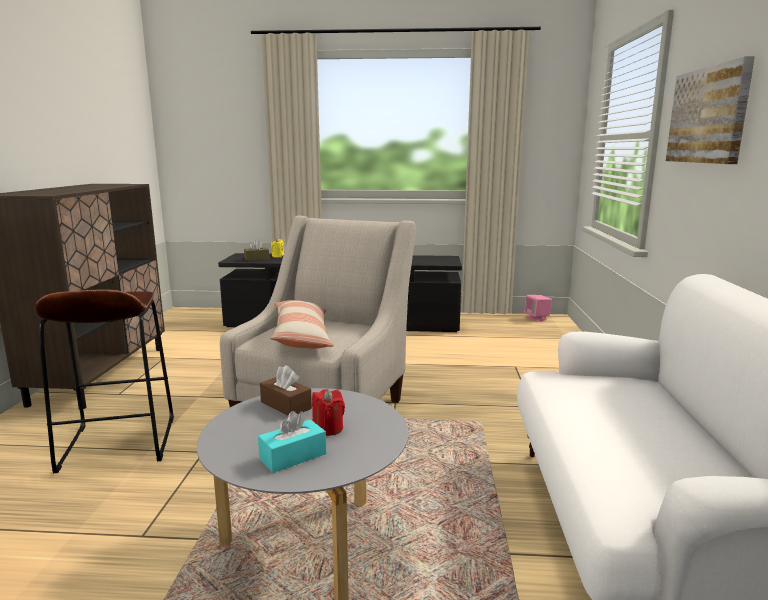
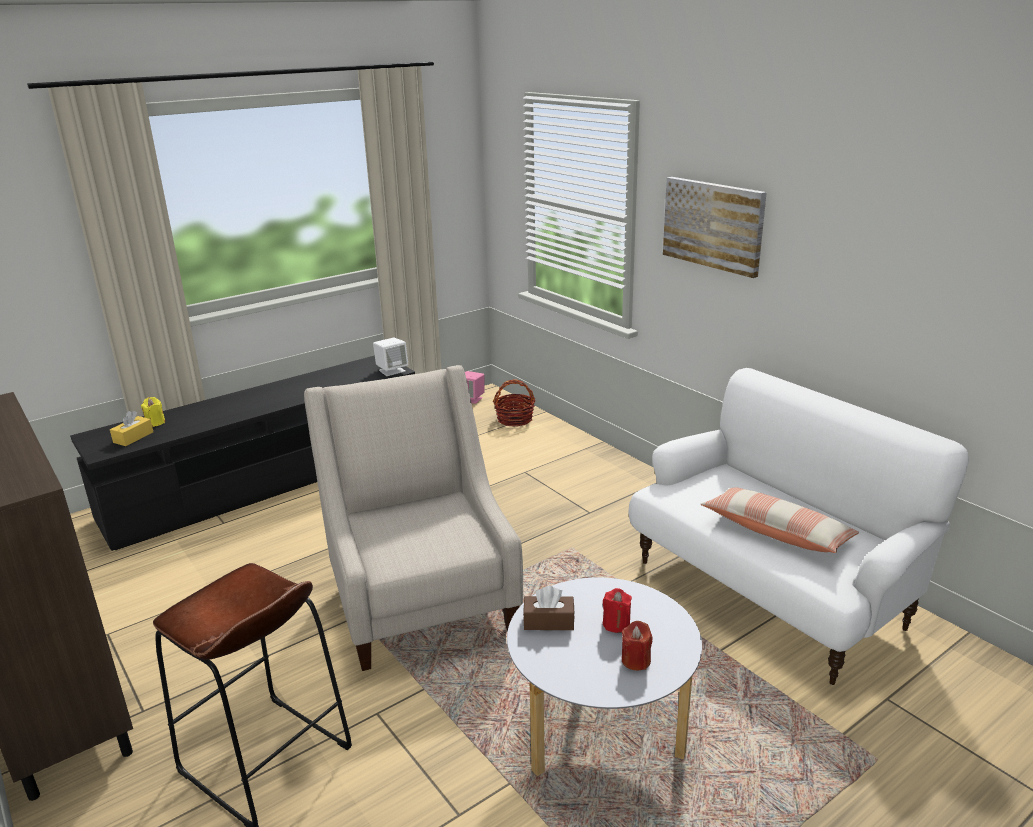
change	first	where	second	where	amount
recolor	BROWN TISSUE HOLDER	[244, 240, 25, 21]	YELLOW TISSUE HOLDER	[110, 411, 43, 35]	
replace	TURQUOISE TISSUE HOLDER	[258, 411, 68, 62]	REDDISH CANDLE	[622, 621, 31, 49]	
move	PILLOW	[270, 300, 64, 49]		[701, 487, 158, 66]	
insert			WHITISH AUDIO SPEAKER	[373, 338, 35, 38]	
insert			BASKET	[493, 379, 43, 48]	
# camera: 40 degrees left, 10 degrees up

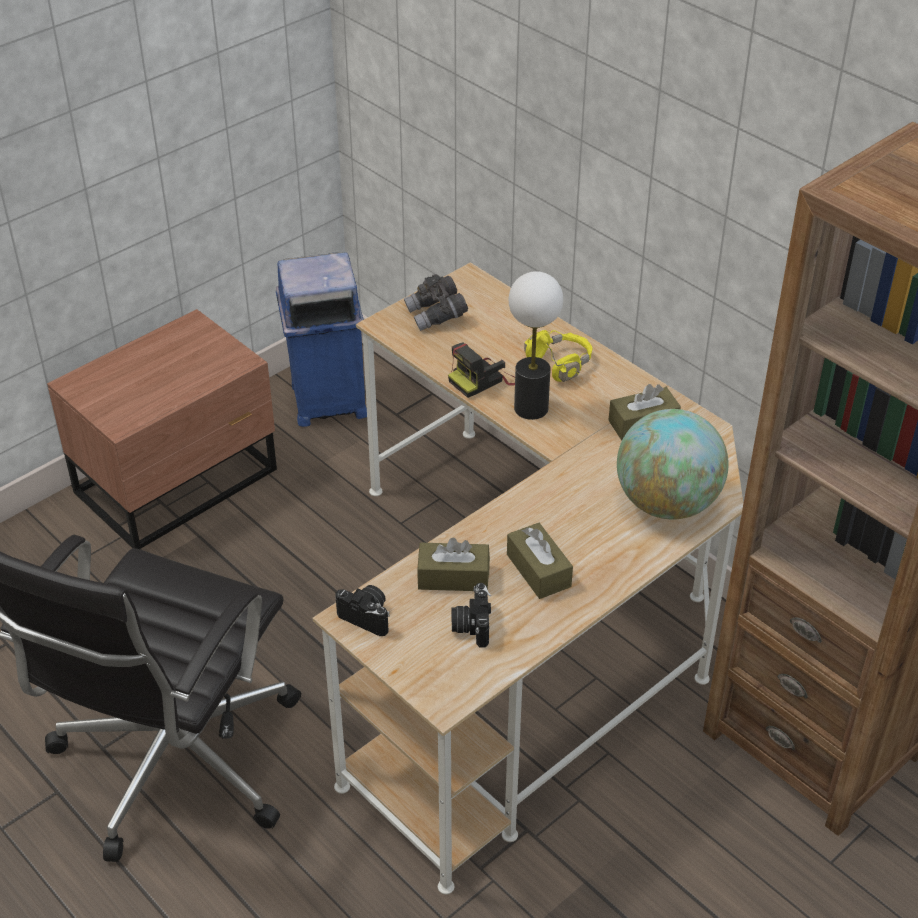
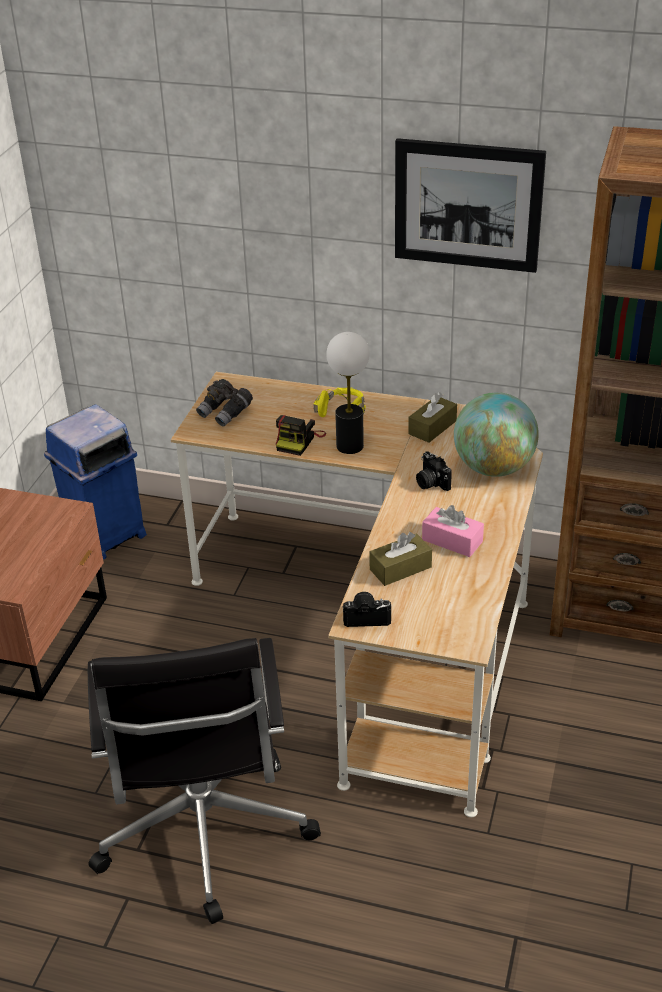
change	first	where	second	where	amount
move	STILL CAMERA	[452, 583, 39, 64]		[416, 451, 36, 40]	
recolor	BROWN TISSUE HOLDER	[507, 523, 66, 76]	PINK TISSUE HOLDER	[422, 505, 62, 52]	
insert			WALL PICTURE	[395, 138, 151, 135]	
# camera: 30 degrees left, 5 degrees down

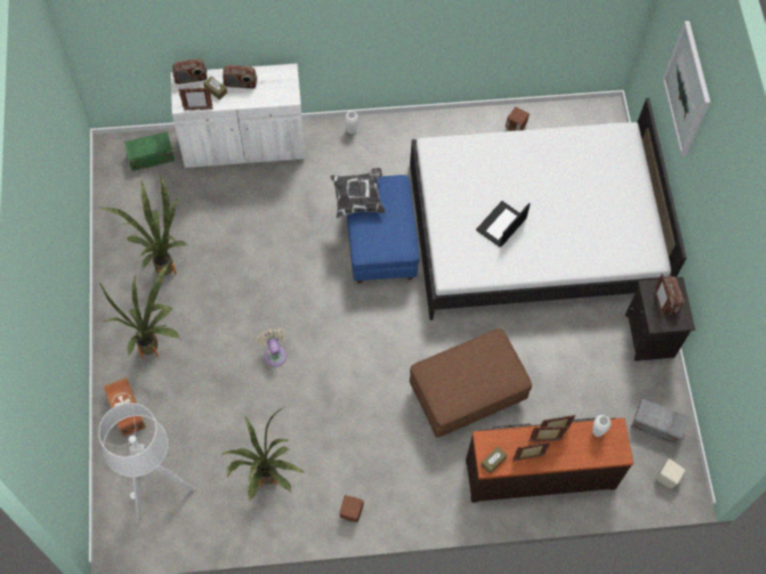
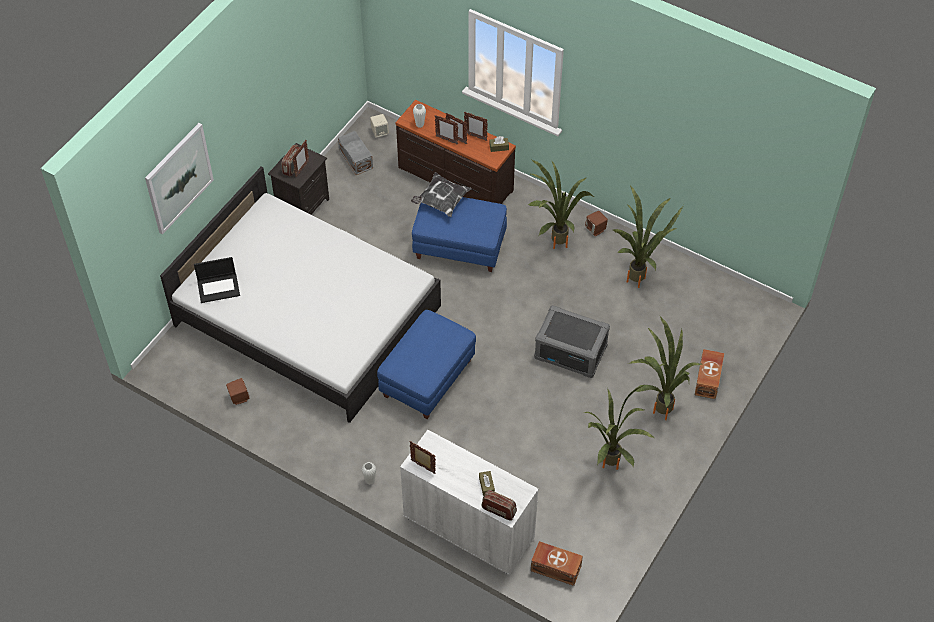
change	first	where	second	where	amount
delete	GREY STANDING LAMP	[98, 403, 97, 120]			
recolor	GREEN STORAGE CONTAINER	[124, 132, 51, 39]	BROWN STORAGE CONTAINER	[531, 541, 52, 45]	
move	STANDING FRAME	[178, 87, 35, 24]		[410, 441, 26, 33]	
delete	RADIO RECEIVER	[223, 65, 34, 24]			
replace	BEIGE COOLING FAN	[257, 328, 30, 39]	GREY STORAGE CONTAINER	[534, 305, 76, 73]	
move	PILLOW	[330, 168, 56, 50]		[411, 172, 61, 45]	
recolor	BROWN OTTOMAN	[409, 328, 123, 110]	BLUISH OTTOMAN	[412, 197, 95, 75]	
move	NOTEBOOK COMPUTER	[476, 201, 54, 46]		[194, 257, 46, 46]	
insert			PLANT IN A POT	[528, 159, 66, 90]	
# camera: 140 degrees left, 10 degrees down

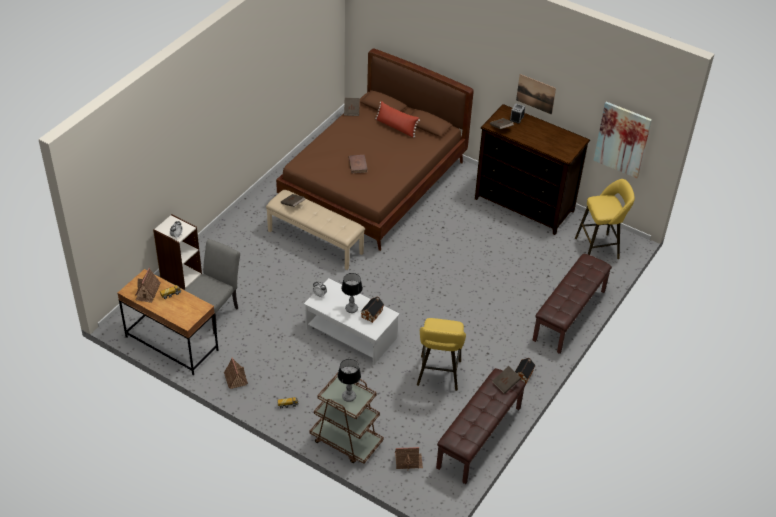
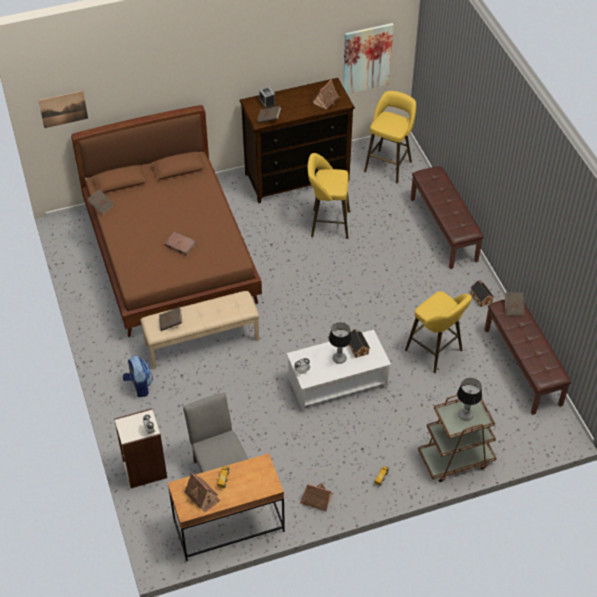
change	first	where	second	where	amount
delete	REDDISH PILLOW	[375, 101, 45, 37]			
move	MODEL HOUSE	[395, 447, 28, 24]		[312, 80, 28, 30]	
move	WALL PICTURE	[516, 74, 40, 41]		[38, 91, 50, 37]	
insert			KNAPSACK	[123, 355, 30, 42]	
insert			YELLOW SITTING STOOL	[308, 153, 42, 86]	
# camera: 50 degrees left, 5 degrees up

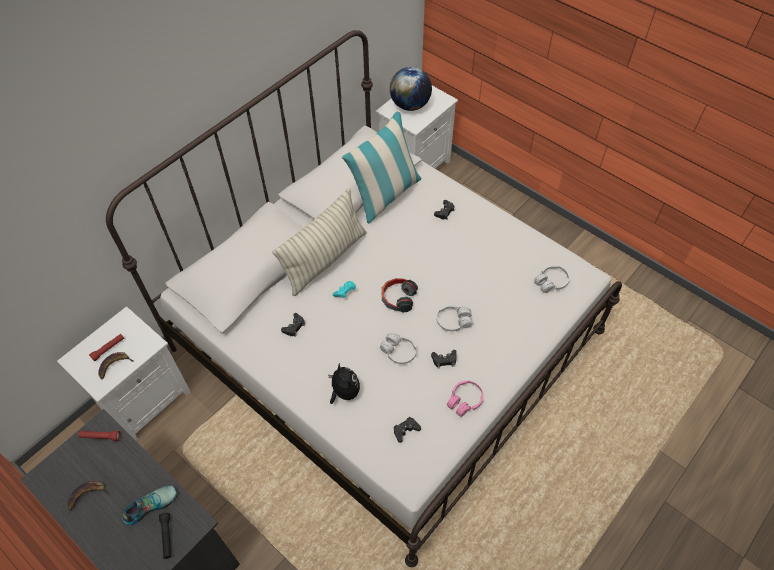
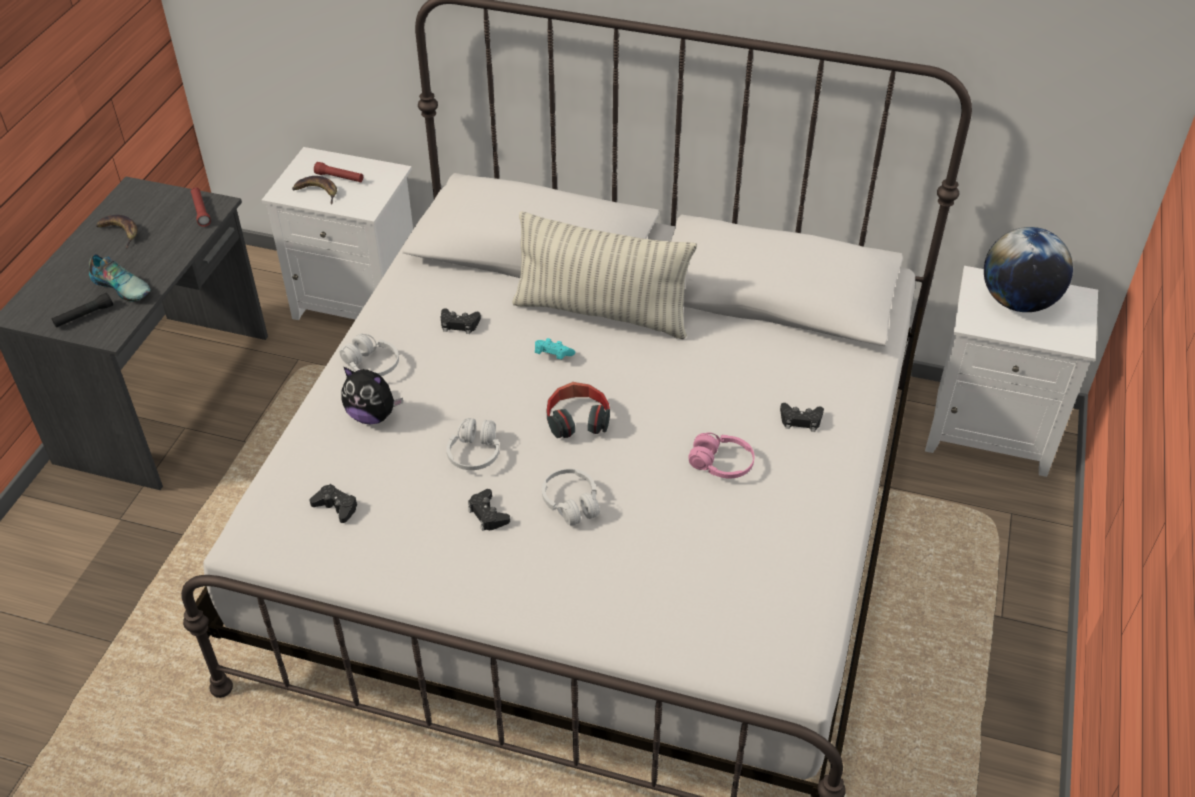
change	first	where	second	where	amount
rotate	CUDDLY TOY	[328, 363, 32, 41]		[341, 366, 62, 58]	75 degrees clockwise
delete	PILLOW	[342, 111, 79, 112]			
move	PINK PAIR OF HEADPHONES	[447, 381, 36, 36]		[688, 432, 67, 46]	
move	WHITISH PAIR OF HEADPHONES	[534, 265, 35, 28]		[340, 334, 59, 42]	
# camera: 65 degrees right, 10 degrees down

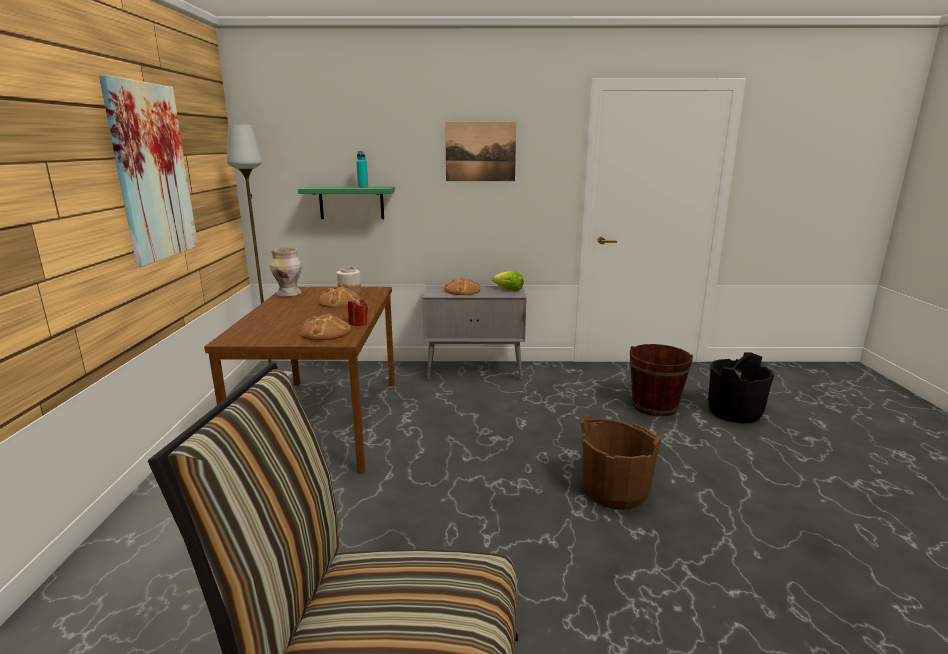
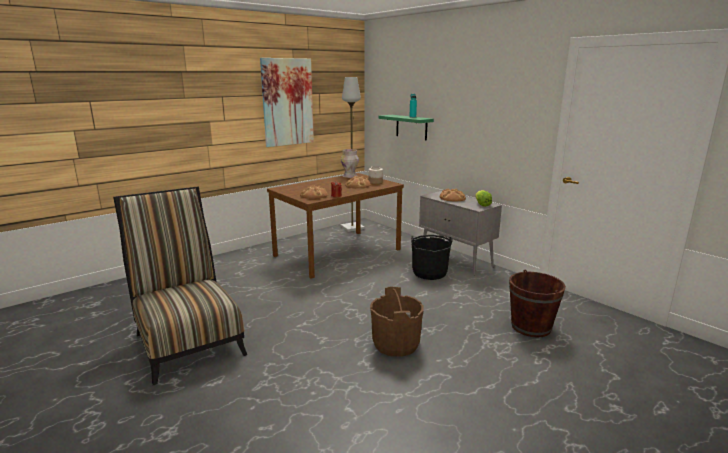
change	first	where	second	where	amount
delete	WALL PICTURE	[445, 122, 71, 59]			
move	BLACKISH PAIL	[708, 352, 66, 72]		[411, 235, 41, 45]	
# camera: 50 degrees right, 0 degrees up

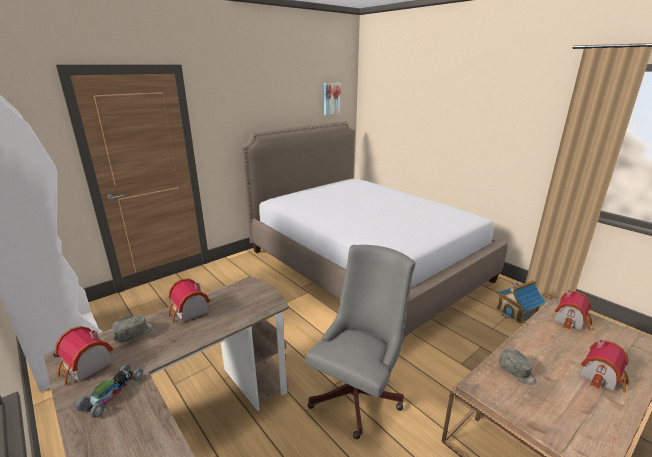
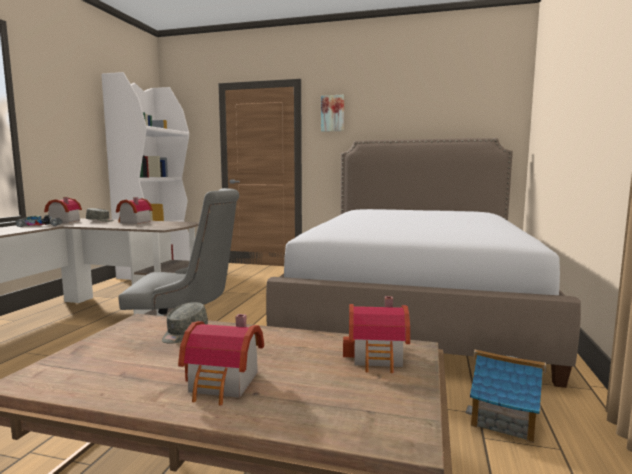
change	first	where	second	where	amount
move	WALL PICTURE	[324, 83, 17, 32]		[321, 95, 23, 37]	
# camera: 55 degrees right, 15 degrees down

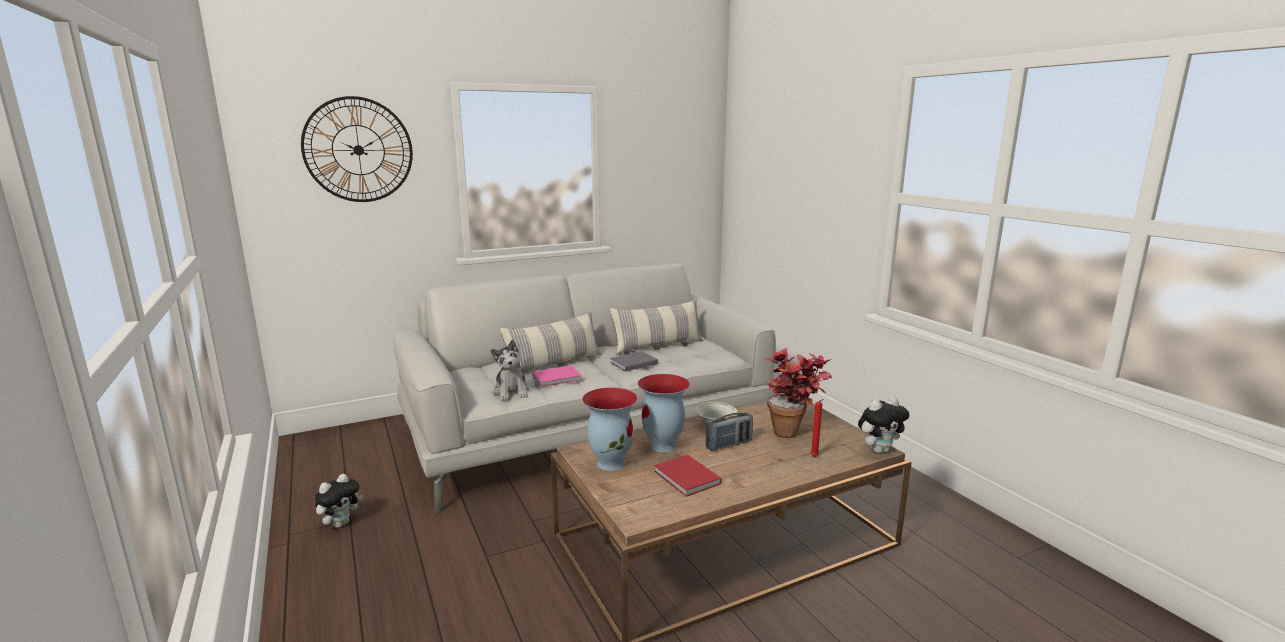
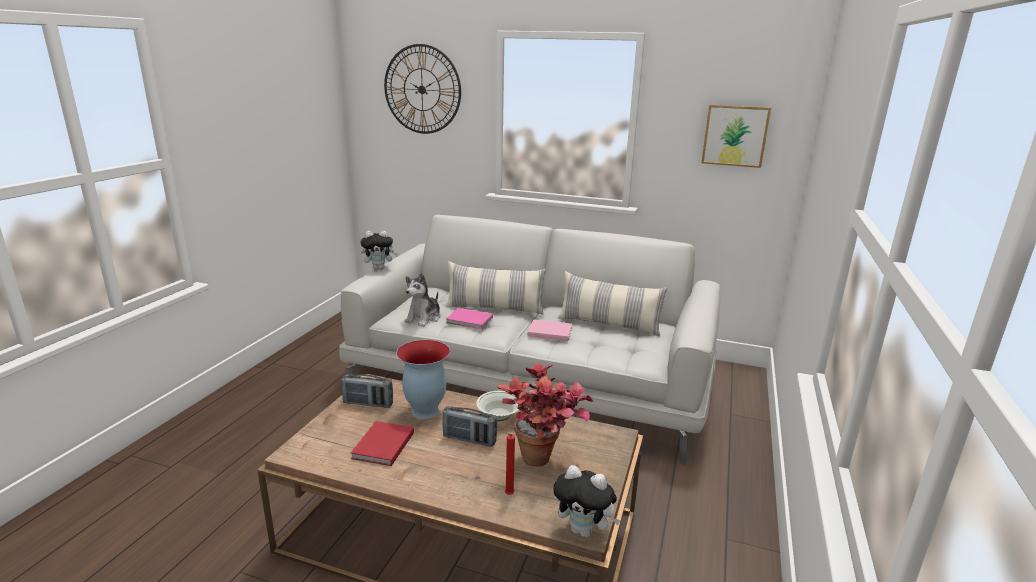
change	first	where	second	where	amount
move	CUDDLY TOY	[315, 474, 47, 54]		[360, 231, 38, 39]	
replace	VASE	[582, 387, 56, 84]	RADIO RECEIVER	[341, 374, 52, 34]	
recolor	GREY BOOK	[610, 351, 48, 20]	PINK BOOK	[528, 319, 44, 22]	
insert			WALL PICTURE	[701, 105, 70, 63]	
# camera: 45 degrees right, 5 degrees up

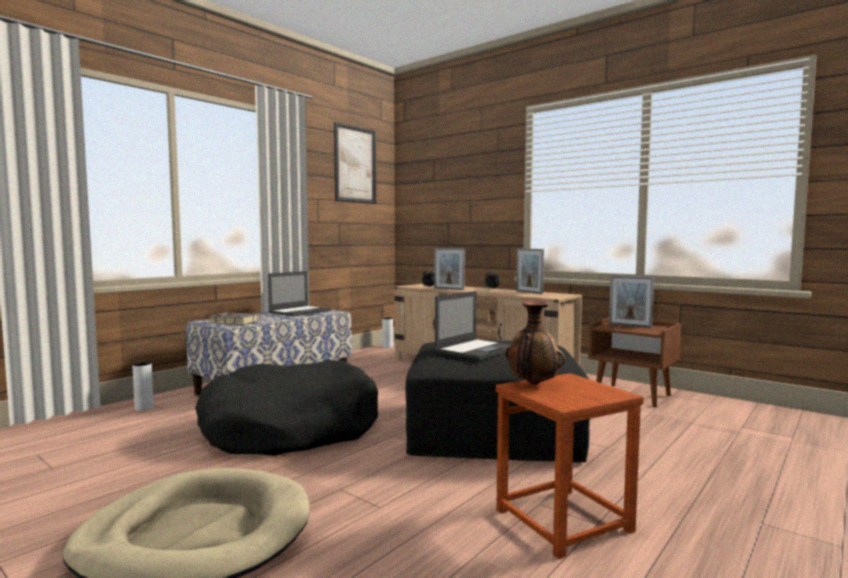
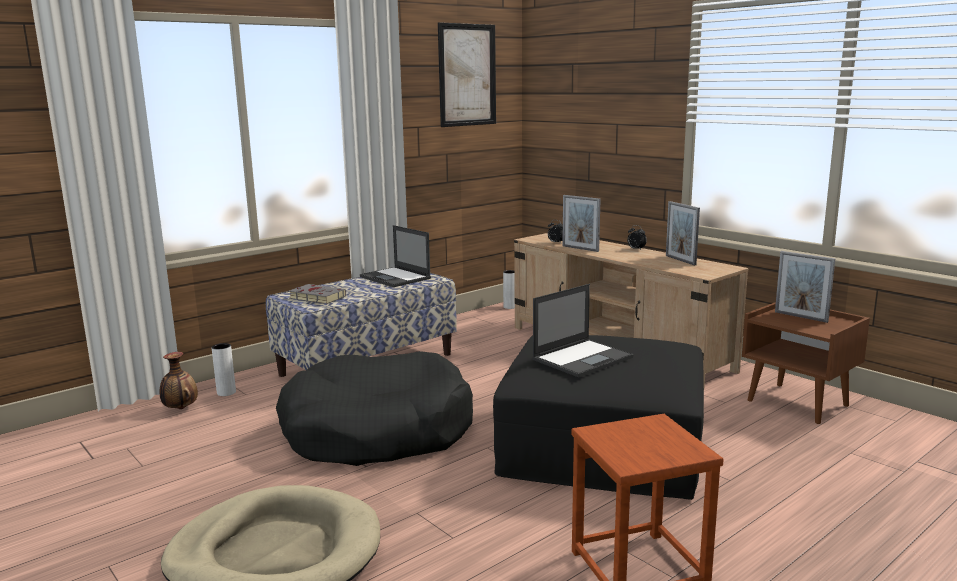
change	first	where	second	where	amount
rotate	NOTEBOOK COMPUTER	[268, 271, 64, 45]		[360, 225, 71, 62]	90 degrees clockwise
move	VASE	[505, 301, 60, 84]		[160, 352, 38, 57]	
# camera: 10 degrees right, 10 degrees up

